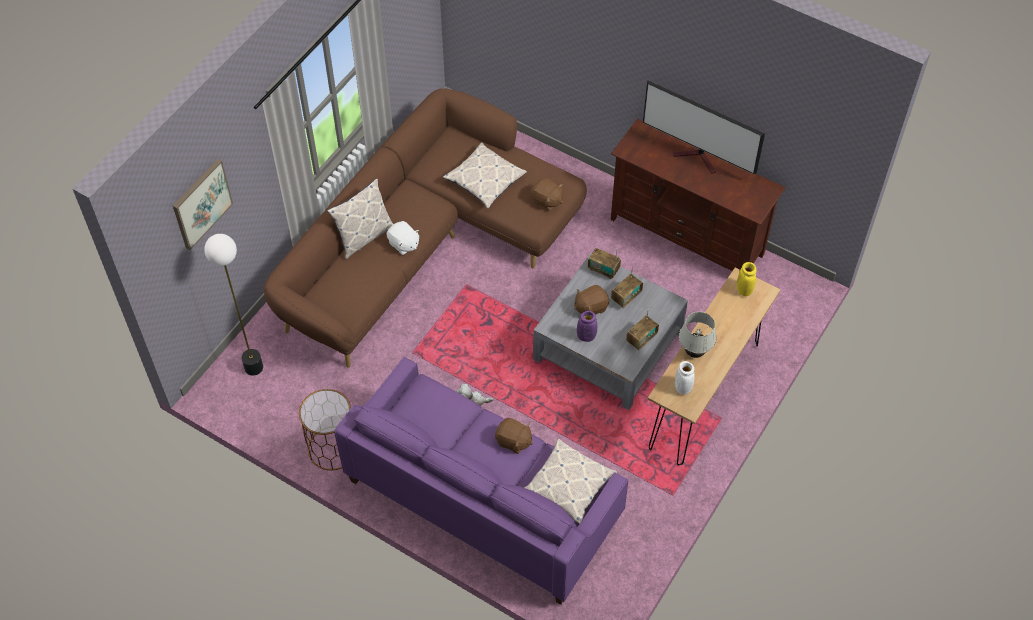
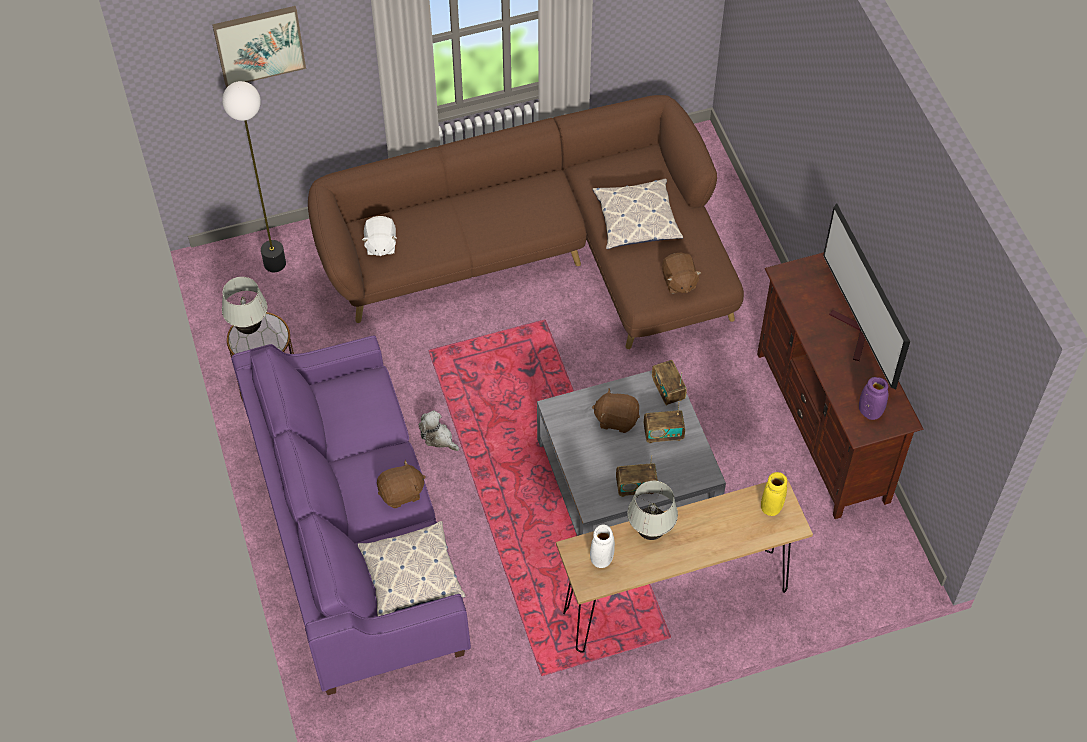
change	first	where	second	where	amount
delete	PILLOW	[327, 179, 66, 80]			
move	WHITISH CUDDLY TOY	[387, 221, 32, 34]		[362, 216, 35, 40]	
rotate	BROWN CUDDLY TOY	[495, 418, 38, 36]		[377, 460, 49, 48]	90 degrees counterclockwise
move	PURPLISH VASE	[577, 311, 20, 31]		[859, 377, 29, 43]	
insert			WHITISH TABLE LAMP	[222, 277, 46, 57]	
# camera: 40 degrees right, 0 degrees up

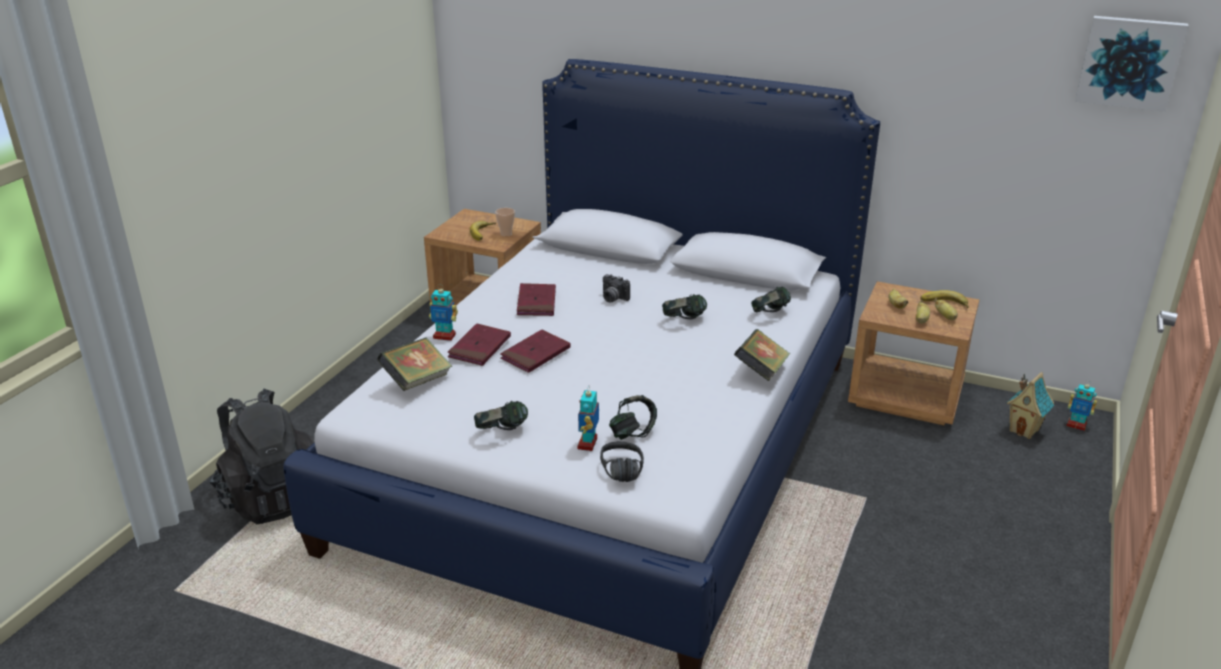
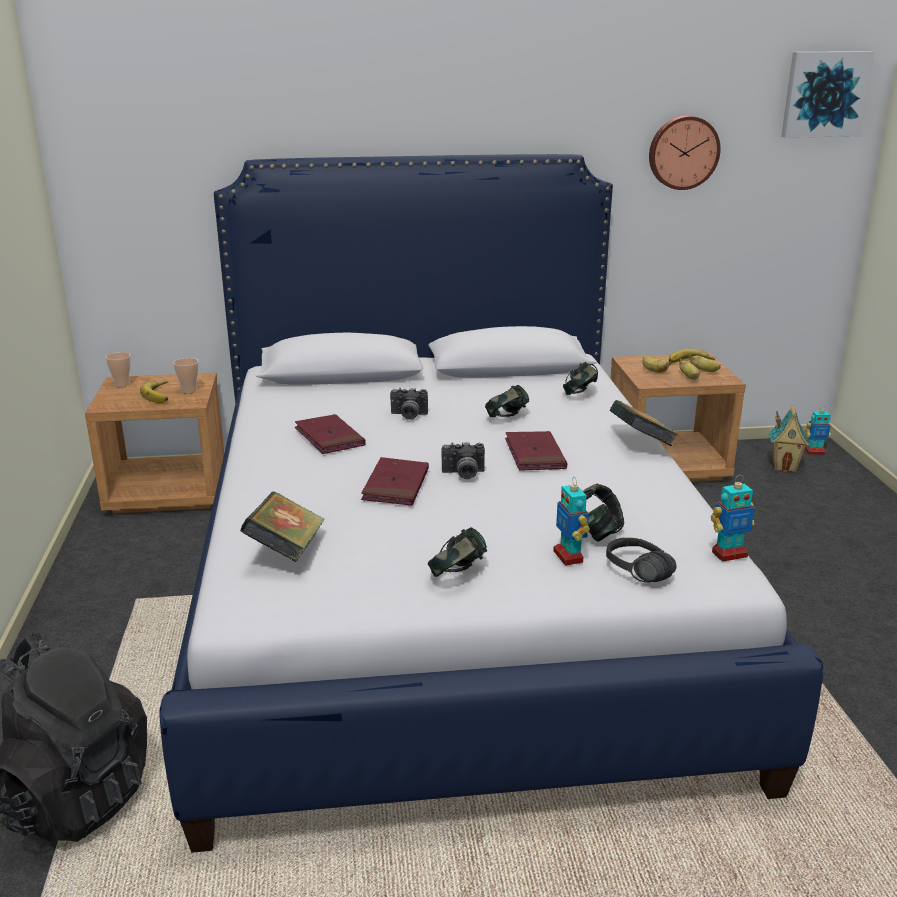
change	first	where	second	where	amount
move	MODEL ROBOT	[429, 284, 29, 57]		[711, 475, 43, 87]	
move	REDDISH BOOK	[448, 323, 63, 43]		[505, 431, 62, 40]	
insert			SMALL CUP	[105, 352, 26, 35]	
insert			STILL CAMERA	[441, 442, 44, 37]	
insert			WALL CLOCK	[649, 116, 72, 74]	
# camera: 30 degrees left, 5 degrees down

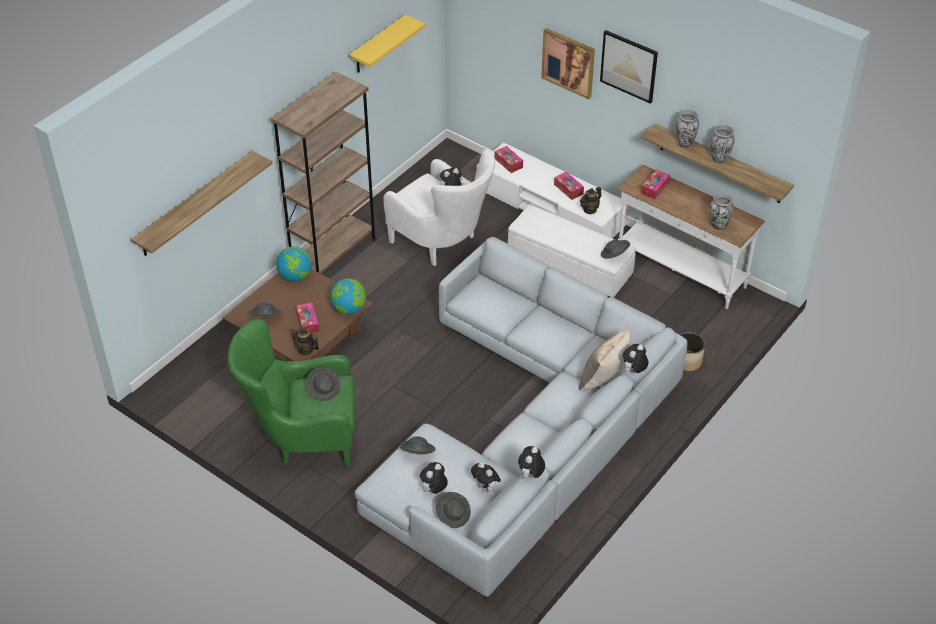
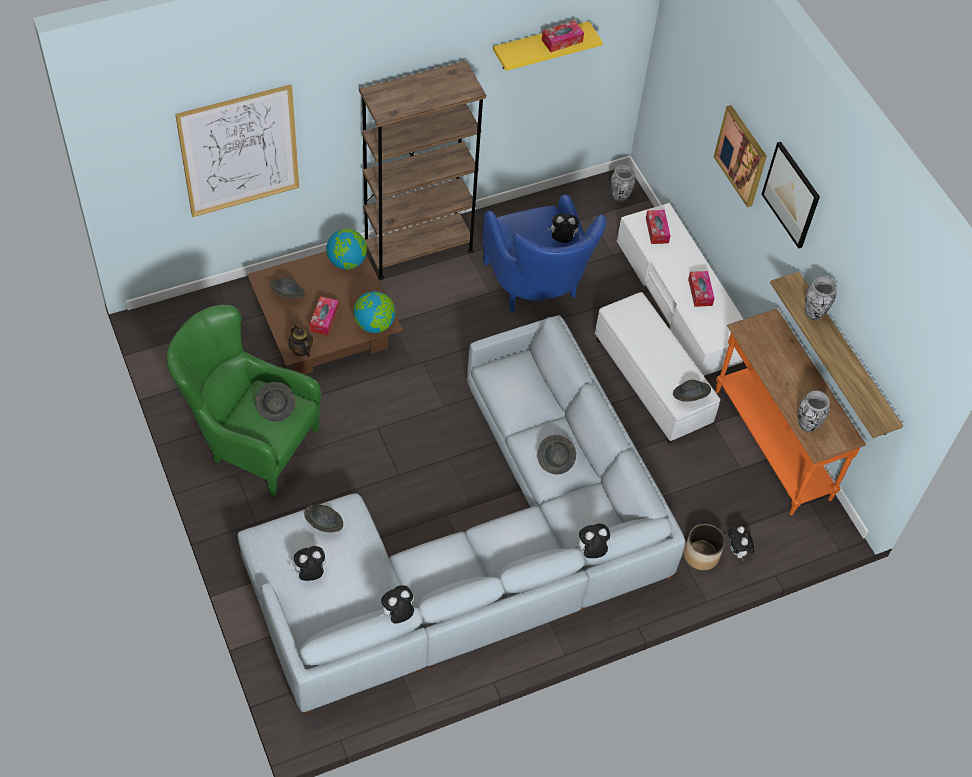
change	first	where	second	where	amount
replace	BRACKET SHELF	[131, 151, 142, 105]	WALL PICTURE	[175, 84, 124, 133]	
recolor	WHITISH EASY CHAIR	[384, 149, 111, 117]	BLUISH EASY CHAIR	[482, 194, 124, 118]	
move	GREY CLOTHING HAT	[436, 492, 35, 36]		[538, 435, 38, 40]	
move	CUDDLY TOY	[471, 462, 30, 29]		[728, 526, 26, 35]	
delete	BEIGE PILLOW	[579, 329, 51, 62]			
delete	POT FOR TEA	[580, 187, 21, 27]			
recolor	WHITISH CONSOLE TABLE	[617, 165, 148, 144]	ORANGEY CONSOLE TABLE	[715, 309, 151, 206]	
move	TISSUE HOLDER	[641, 169, 29, 30]		[542, 20, 42, 32]	
move	VASE	[710, 125, 25, 38]		[611, 165, 24, 37]	
# camera: 25 degrees right, 10 degrees up

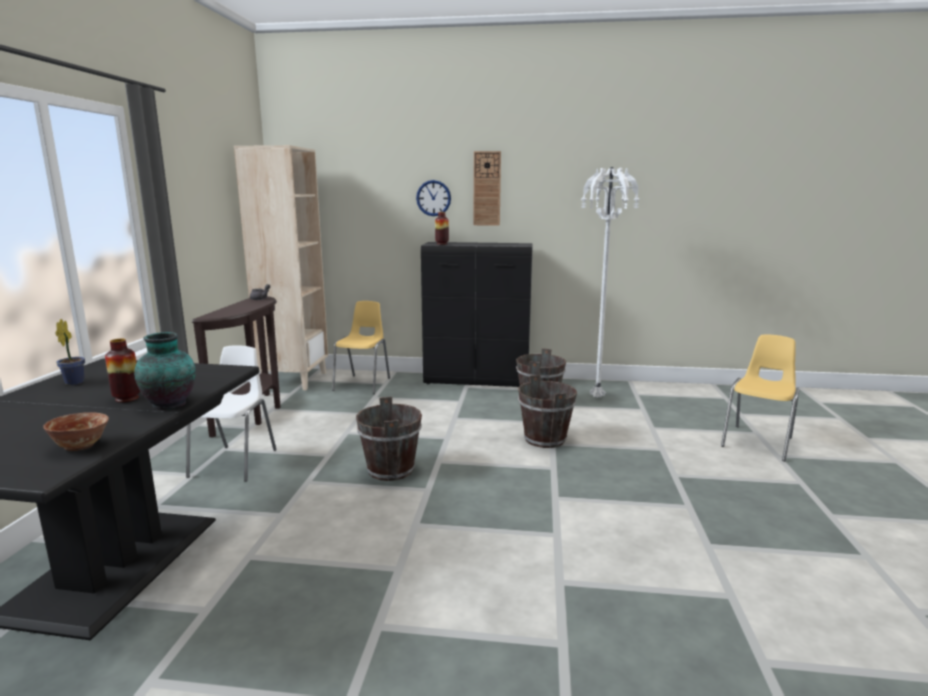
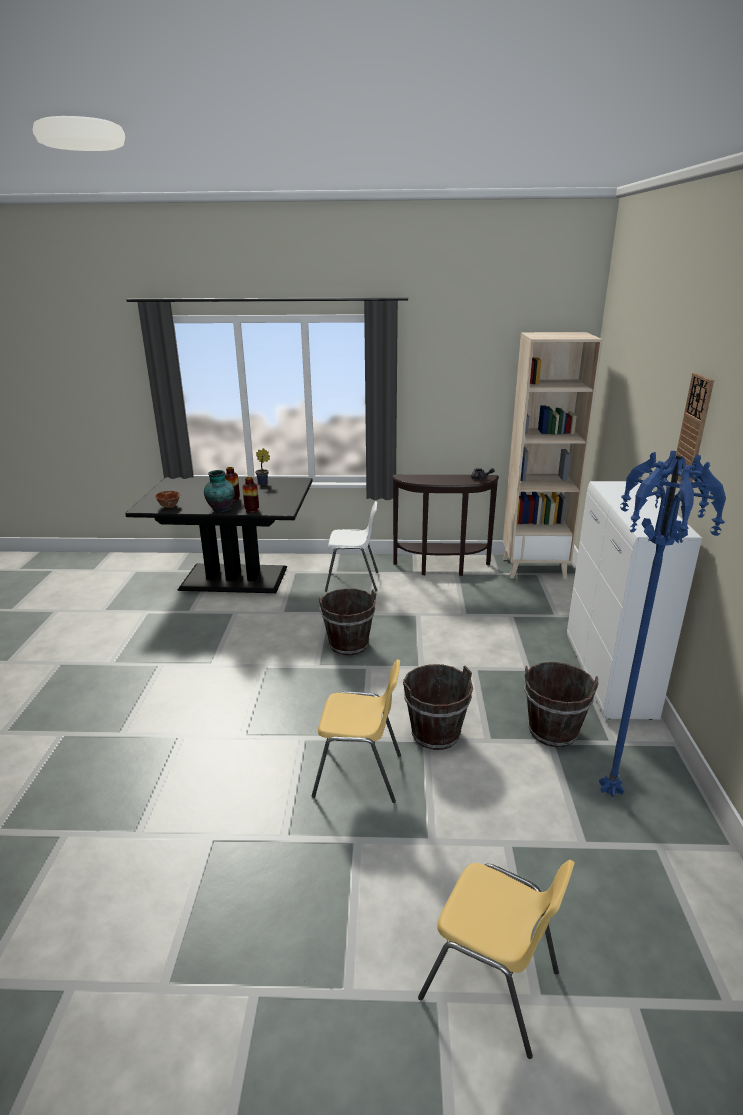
change	first	where	second	where	amount
move	YELLOW UPRIGHT CHAIR	[332, 301, 58, 93]		[312, 659, 89, 144]	
delete	WALL CLOCK	[416, 180, 35, 36]			
recolor	BLACKISH CUPBOARD	[421, 242, 112, 145]	WHITISH CUPBOARD	[567, 481, 135, 239]	
move	VASE	[435, 212, 14, 33]		[242, 477, 17, 36]	
recolor	WHITISH STANDING LAMP	[581, 167, 59, 231]	BLUISH STANDING LAMP	[599, 451, 127, 347]	
# camera: 85 degrees right, 10 degrees up

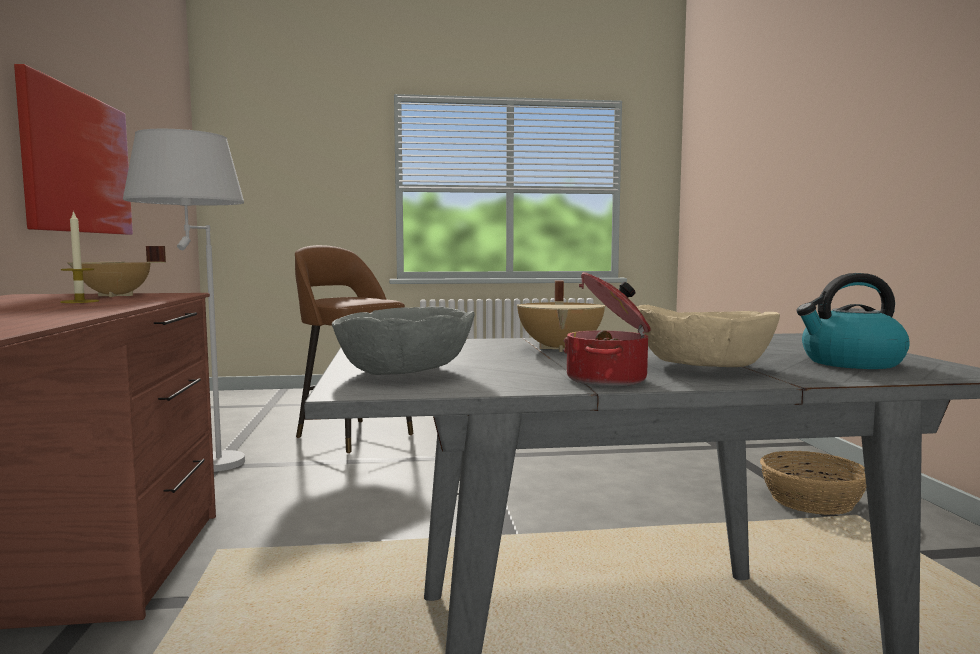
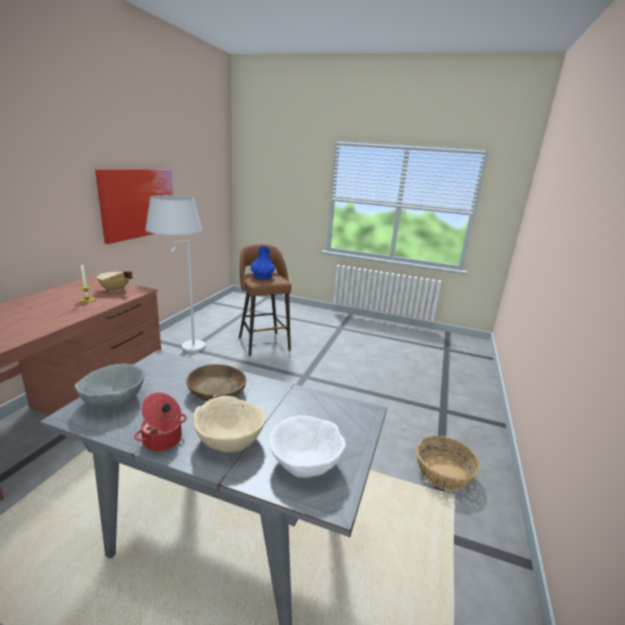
change	first	where	second	where	amount
replace	BEIGE COOKING POT	[516, 280, 90, 72]	BROWN SERVING BOWL	[186, 364, 60, 37]	
replace	KETTLE	[796, 273, 114, 96]	WHITISH SERVING BOWL	[269, 415, 77, 63]	
insert			BLUISH VASE	[251, 246, 24, 34]	
# camera: 25 degrees right, 15 degrees up

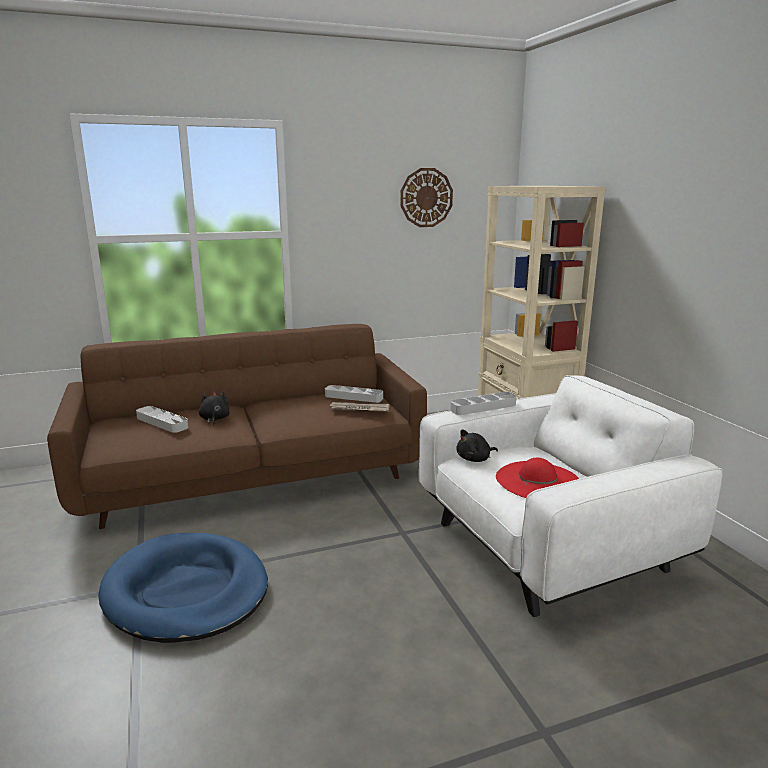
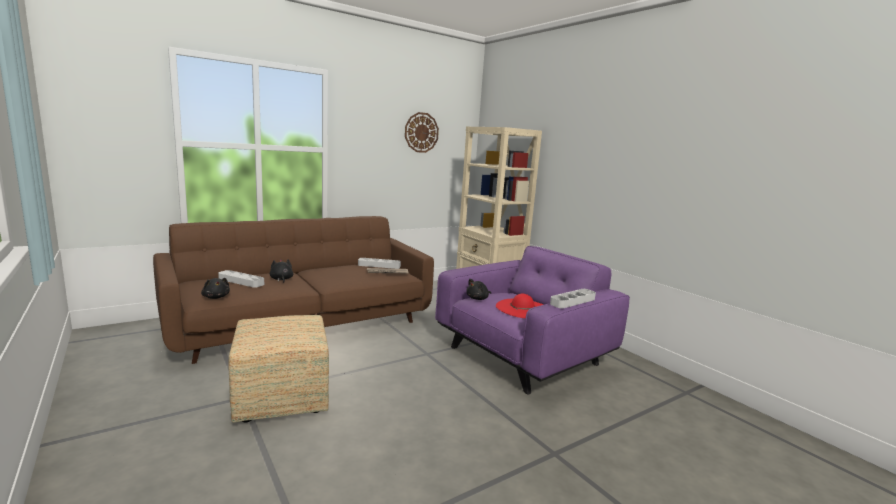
change	first	where	second	where	amount
replace	BLUISH DOG CUSHION	[99, 533, 169, 110]	OTTOMAN	[228, 315, 101, 108]	
recolor	WHITISH EASY CHAIR	[419, 375, 304, 242]	PURPLISH EASY CHAIR	[435, 246, 195, 149]	
move	GREY TRAY	[450, 392, 66, 23]		[550, 289, 46, 19]	
insert			BLACKISH CUDDLY TOY	[201, 278, 29, 21]	
# camera: 15 degrees left, 5 degrees down

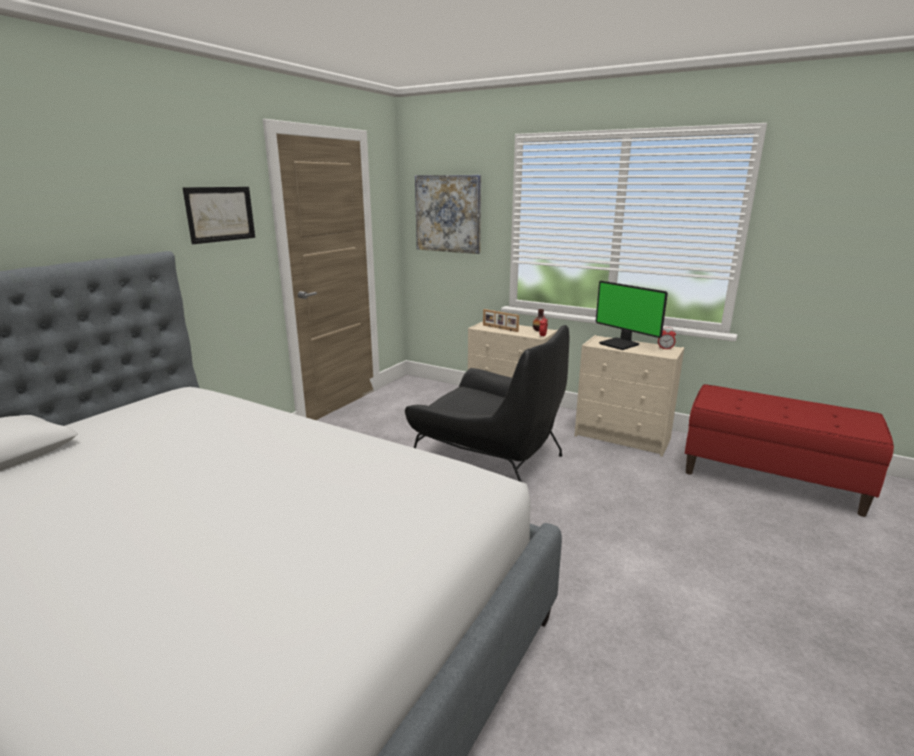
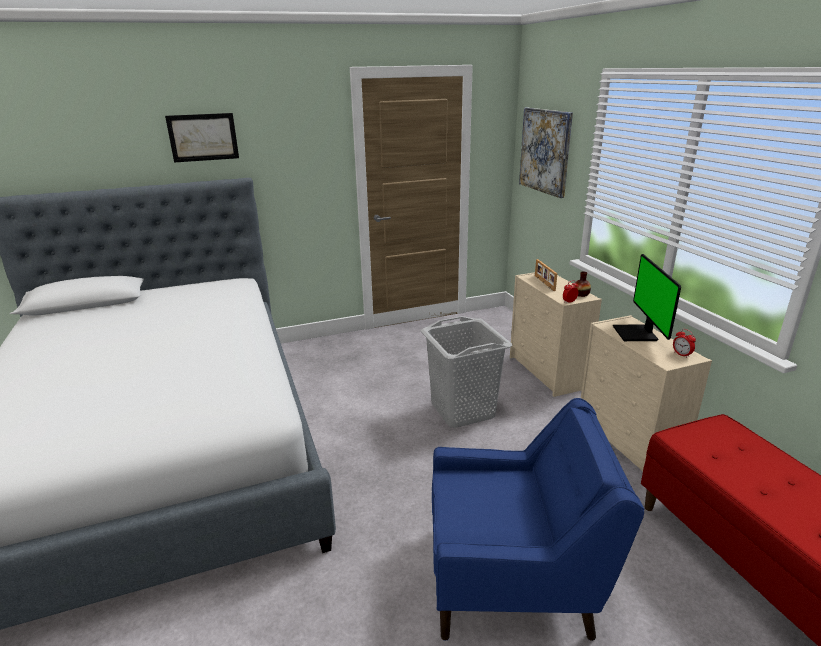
change	first	where	second	where	amount
move	WALL PICTURE	[183, 187, 72, 57]		[165, 113, 74, 50]	
replace	BLACKISH EASY CHAIR	[405, 325, 164, 157]	GREY HAMPER	[421, 316, 91, 112]	
insert			BLUISH EASY CHAIR	[432, 398, 212, 243]	
# camera: 40 degrees right, 5 degrees up

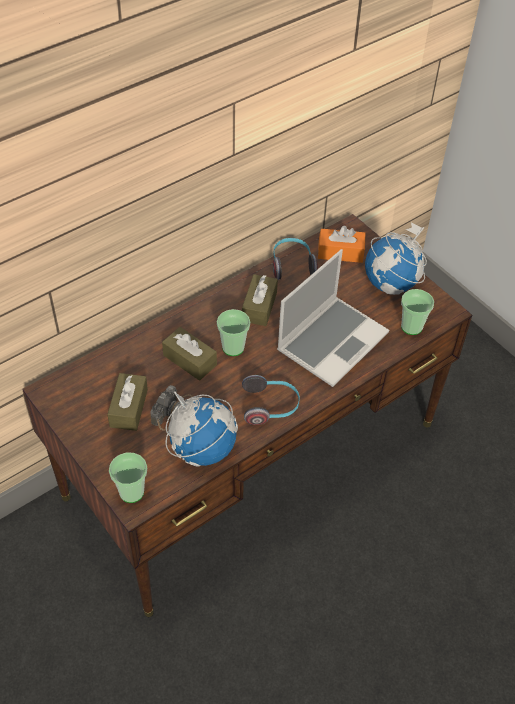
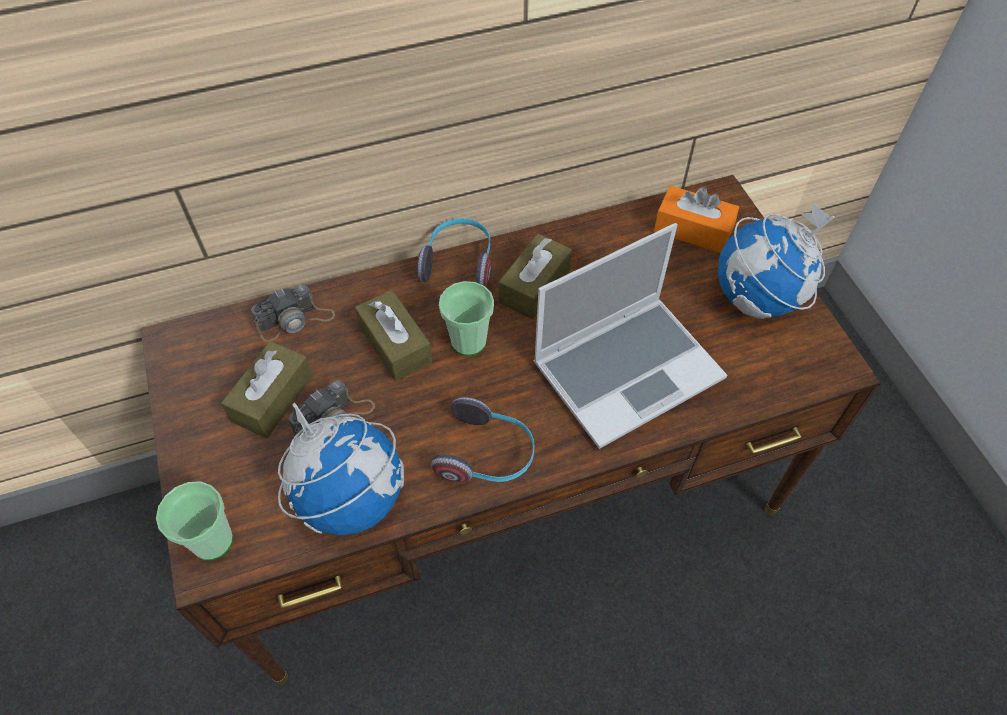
change	first	where	second	where	amount
move	PAIR OF HEADPHONES	[273, 238, 45, 42]		[417, 218, 74, 69]	
delete	SMALL CUP	[401, 289, 33, 46]			
insert			STILL CAMERA	[251, 285, 84, 57]	
# camera: 20 degrees right, 5 degrees up

